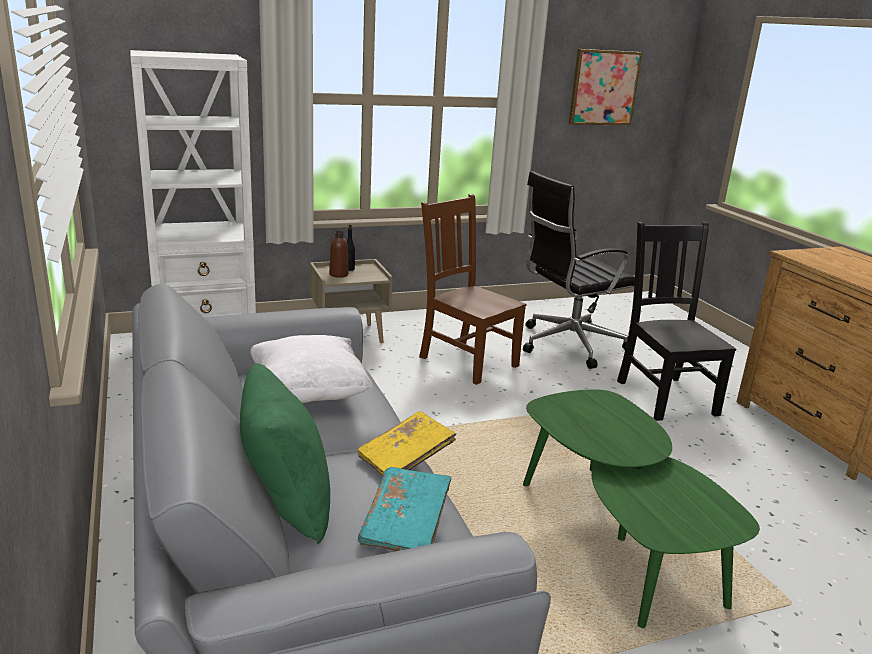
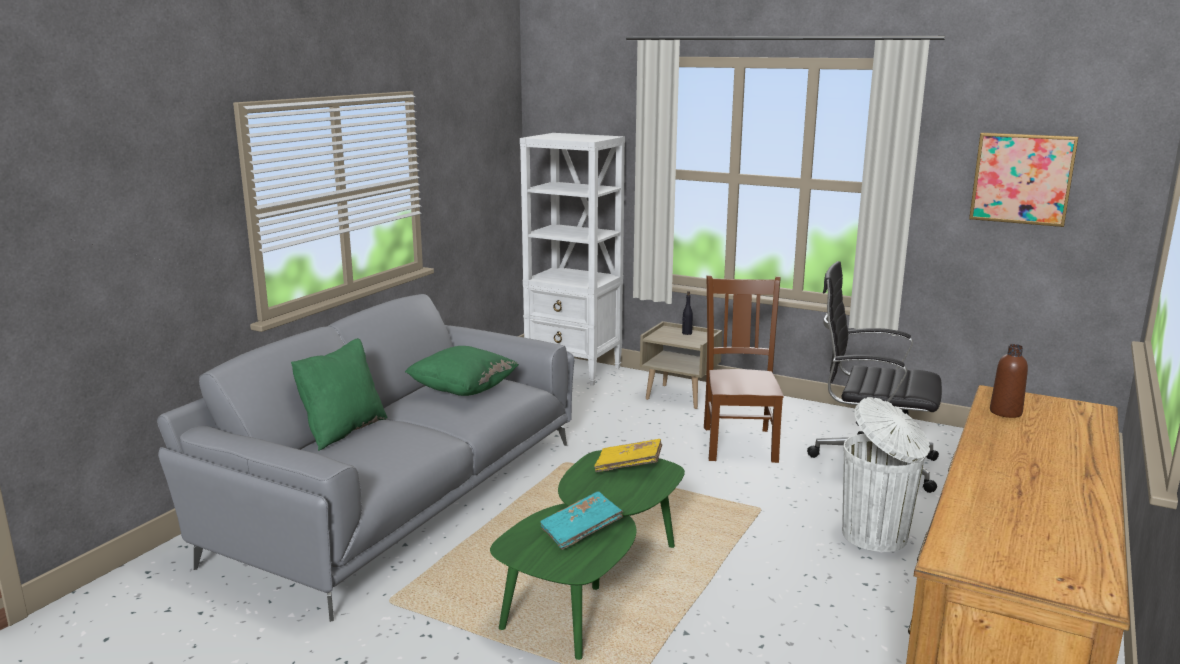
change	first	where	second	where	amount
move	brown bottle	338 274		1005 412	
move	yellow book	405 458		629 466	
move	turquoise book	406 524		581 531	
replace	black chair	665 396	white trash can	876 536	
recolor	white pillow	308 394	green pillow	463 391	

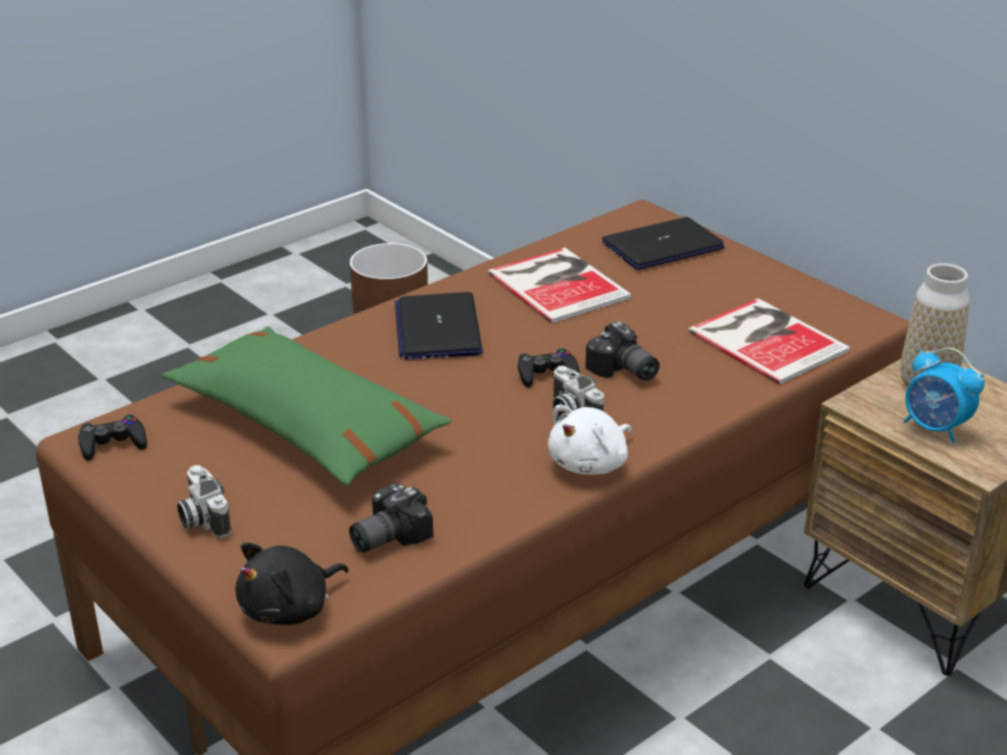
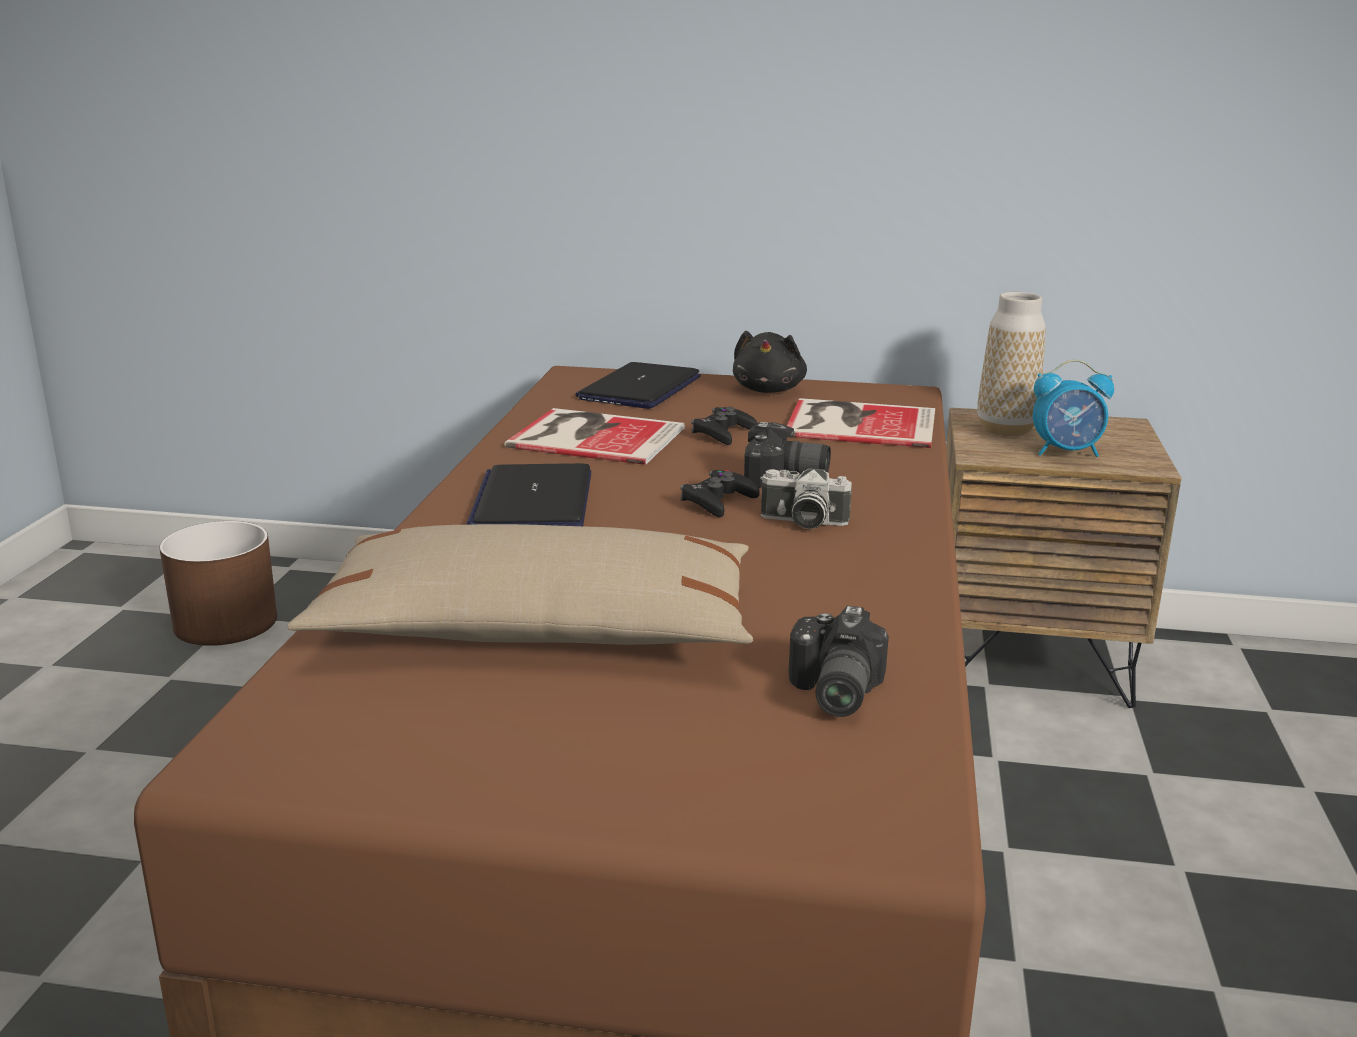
change	first	where	second	where	amount
delete	photo camera	202 518			
delete	white plush toy	591 464			
move	black game controller	113 443		723 433	
move	black plush toy	290 608		768 390	
recolor	green pillow	306 425	beige pillow	537 630	
rotate	laptop	438 328		533 501	45 degrees clockwise

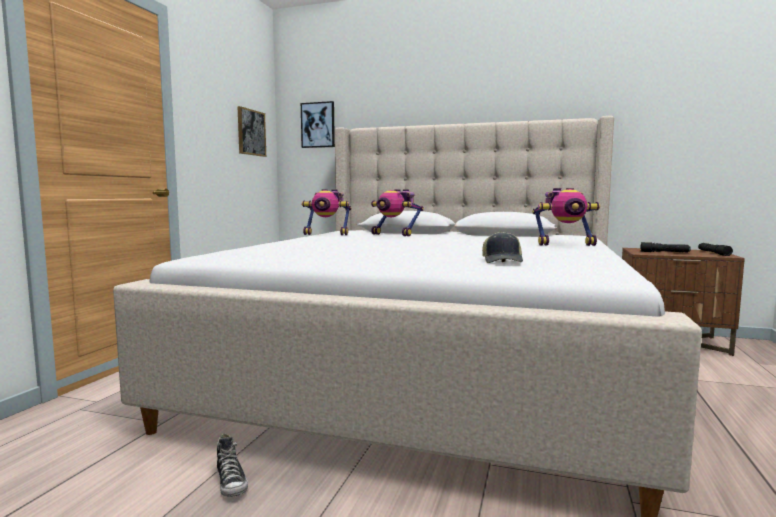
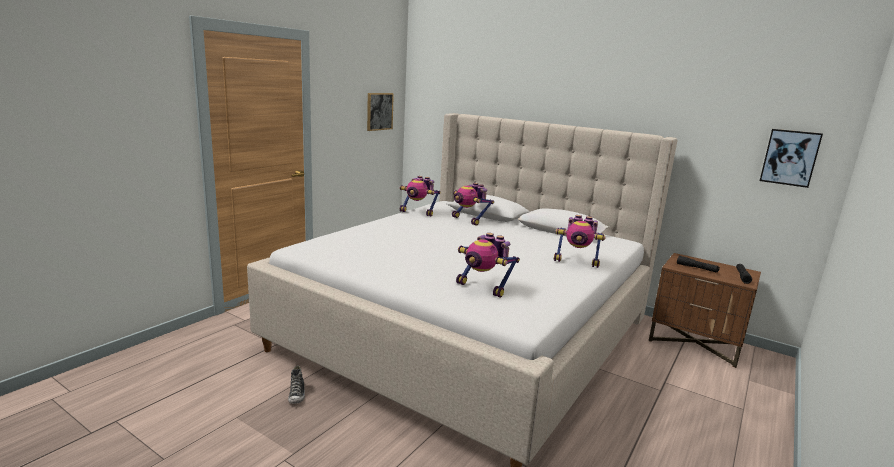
change	first	where	second	where	amount
move	picture	318 125		790 157	
replace	cap	503 261	toy robot	483 288	

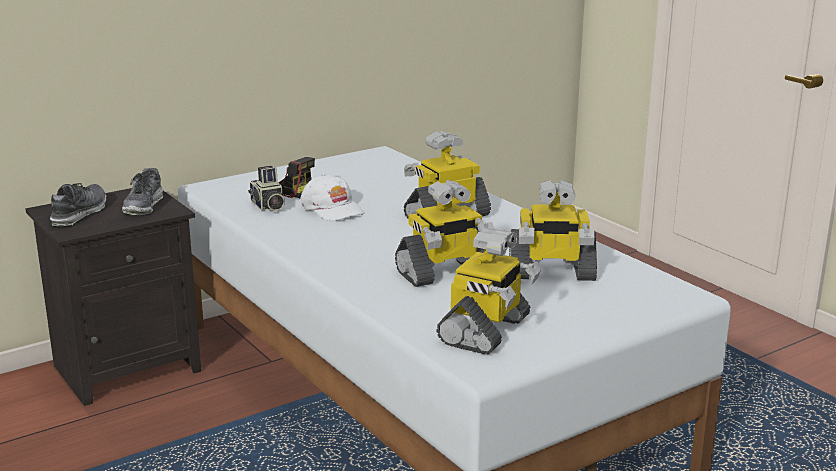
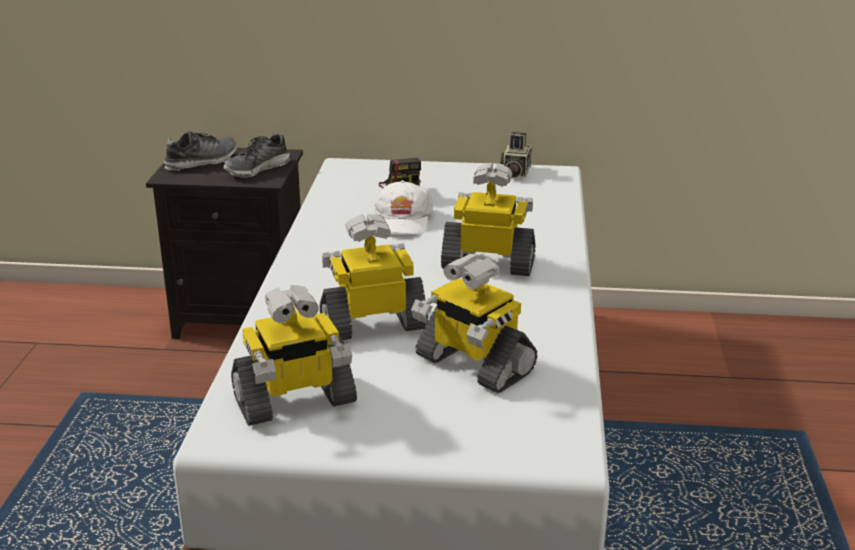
change	first	where	second	where	amount
move	photo camera	267 206		515 172	
rotate	toy robot	444 273		373 324	150 degrees clockwise

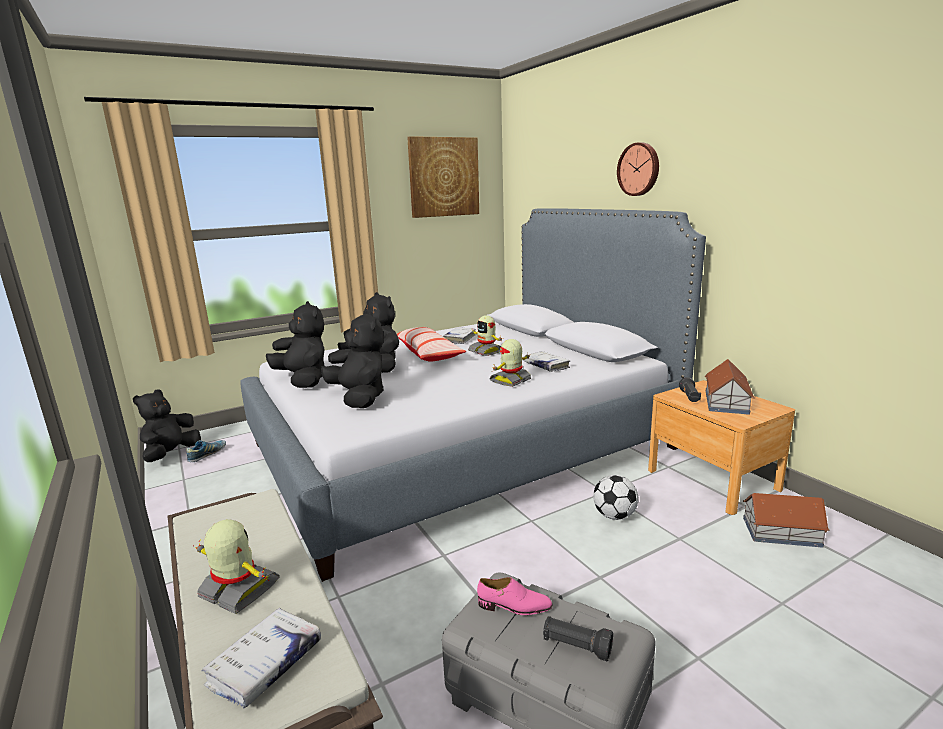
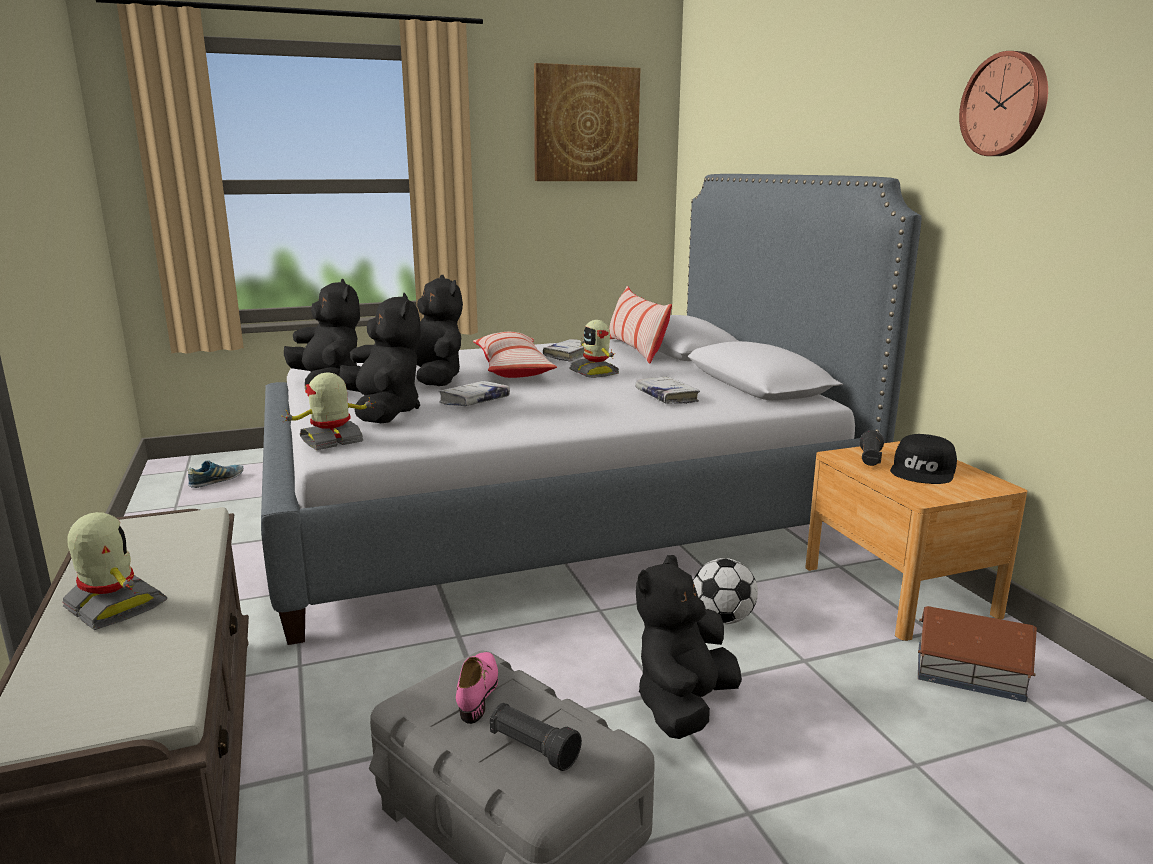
change	first	where	second	where	amount
insert			pillow	636 350	
move	black plush toy	171 454		684 706	
move	white book	265 664		474 401	
move	toy robot	511 380		332 441	
move	wall clock	639 169		1006 104	
replace	toy house	726 402	black cap	924 471	
rotate	pink shoe	514 606		479 691	105 degrees counterclockwise

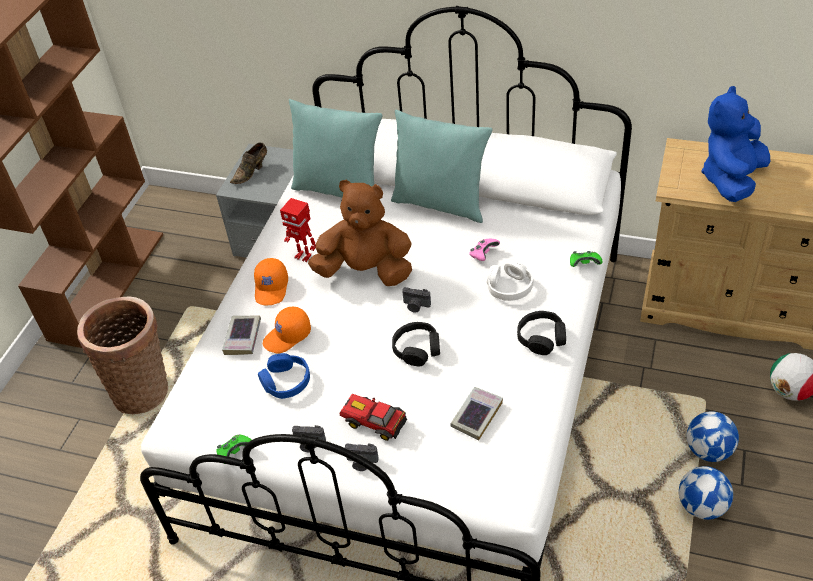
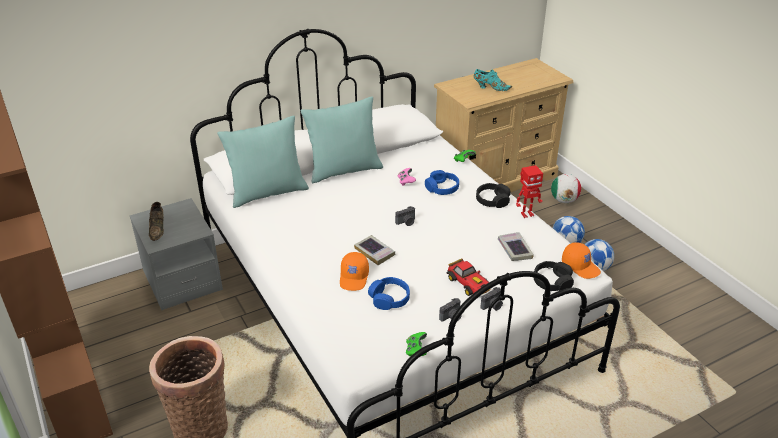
change	first	where	second	where	amount
delete	brown plush toy	366 271			
move	book	243 337		374 252	
move	orange cap	272 288		581 266	
move	toy robot	303 256		526 214	
move	black headphones	417 349		552 282	
replace	blue plush toy	731 179	turquoise shoe	490 88	
recolor	white headphones	509 287	blue headphones	442 188	
rotate	toy car	373 421		469 285	105 degrees counterclockwise

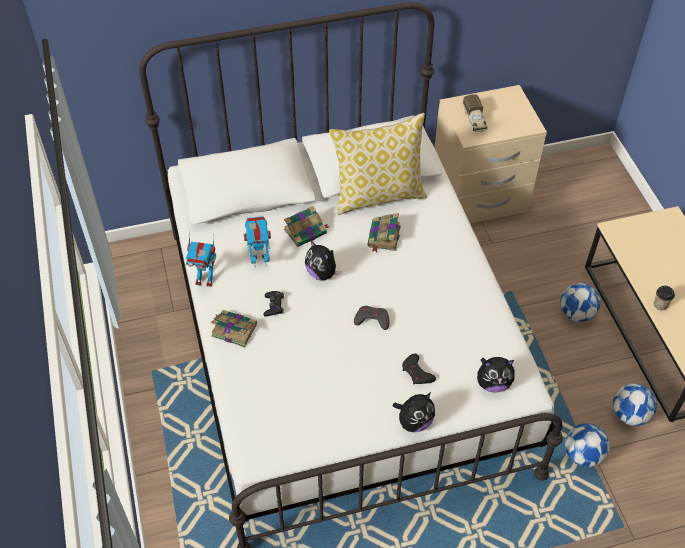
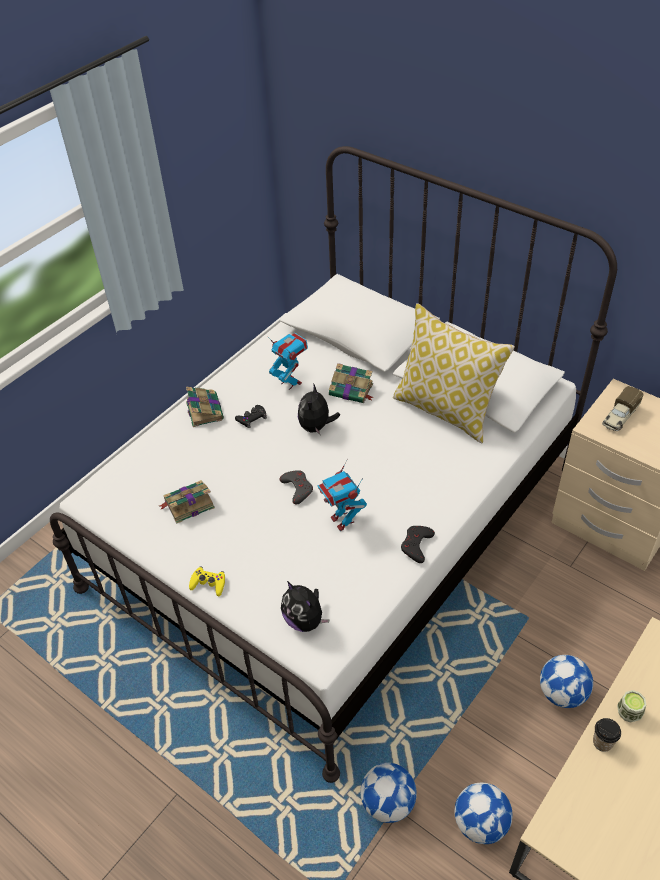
change	first	where	second	where	amount
insert			cup	628 713	
move	toy robot	205 280		342 521	
move	book	384 237		188 504	
move	black game controller	417 372		416 545	
replace	plush toy	414 422	yellow game controller	208 583	

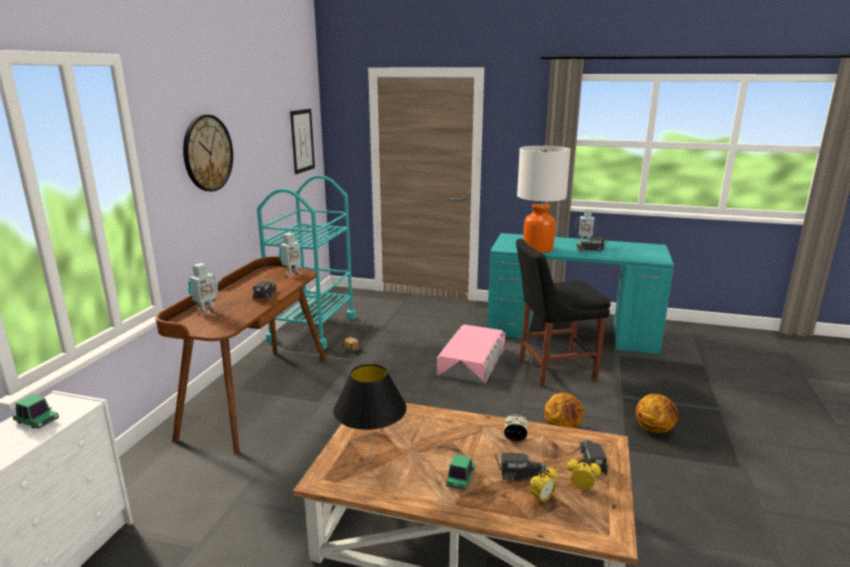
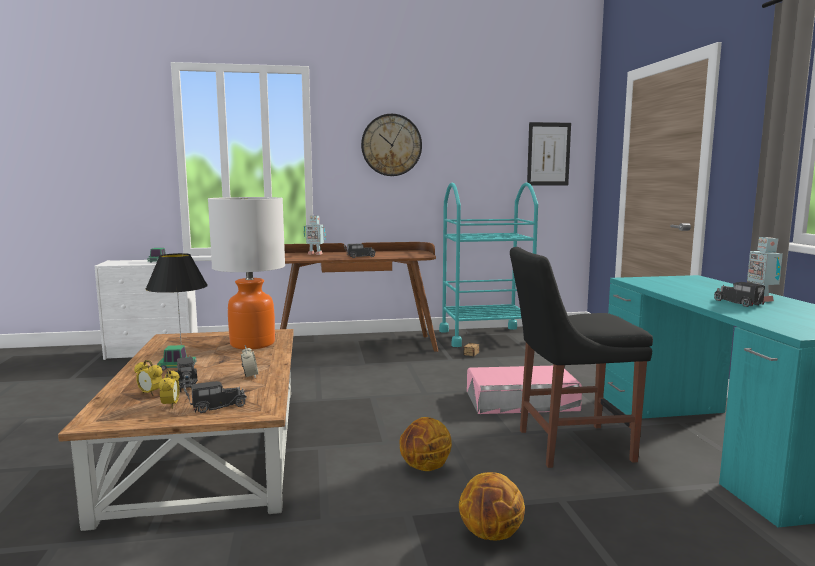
change	first	where	second	where	amount
delete	toy robot	292 274			
move	table lamp	537 249		252 344	
rotate	black chair	552 370		568 445	60 degrees counterclockwise

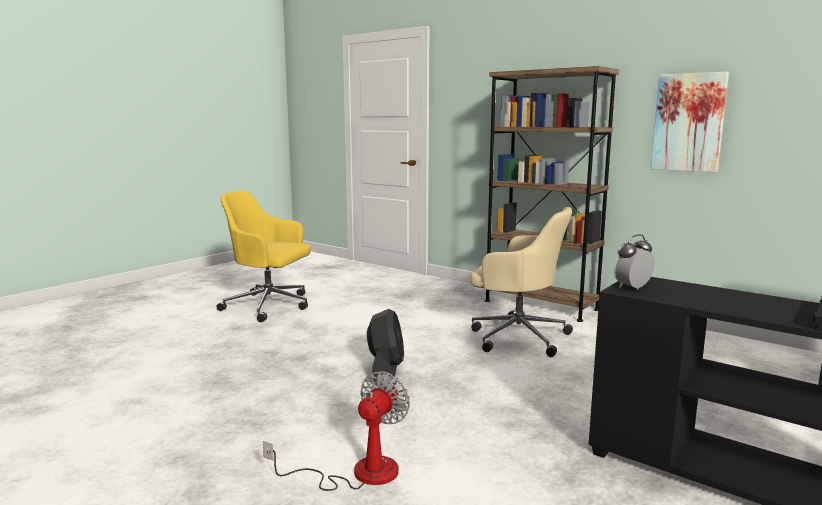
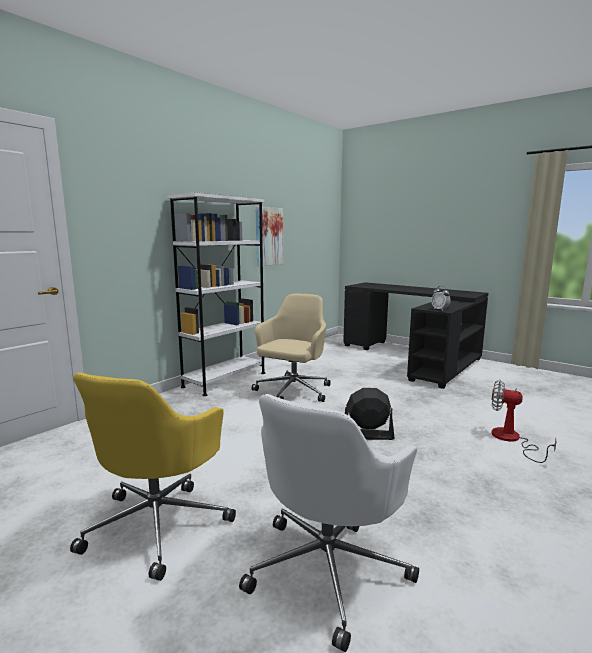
change	first	where	second	where	amount
insert			white office chair	328 568	
recolor	brown bookcase	540 305	white bookcase	225 380	

